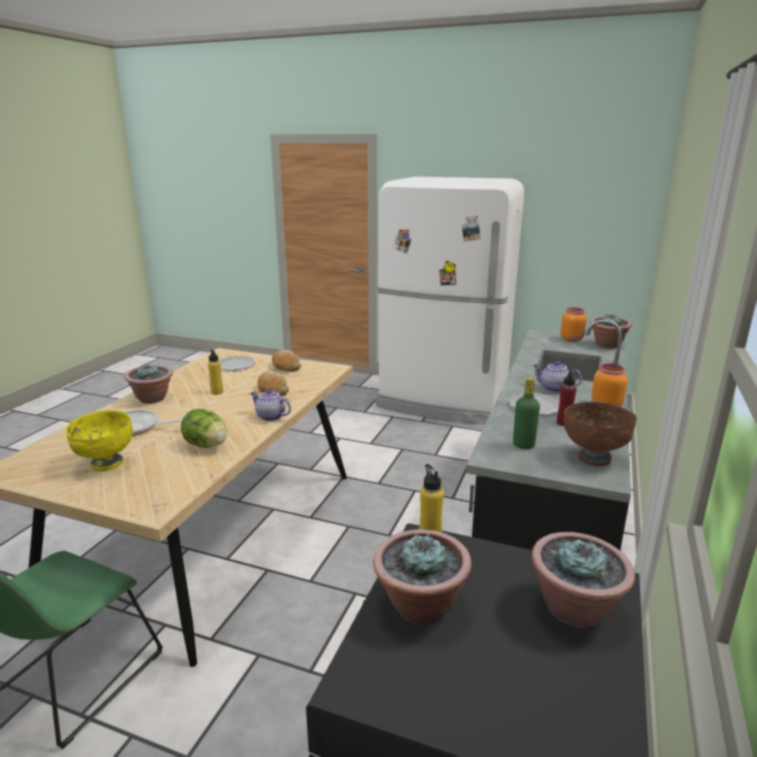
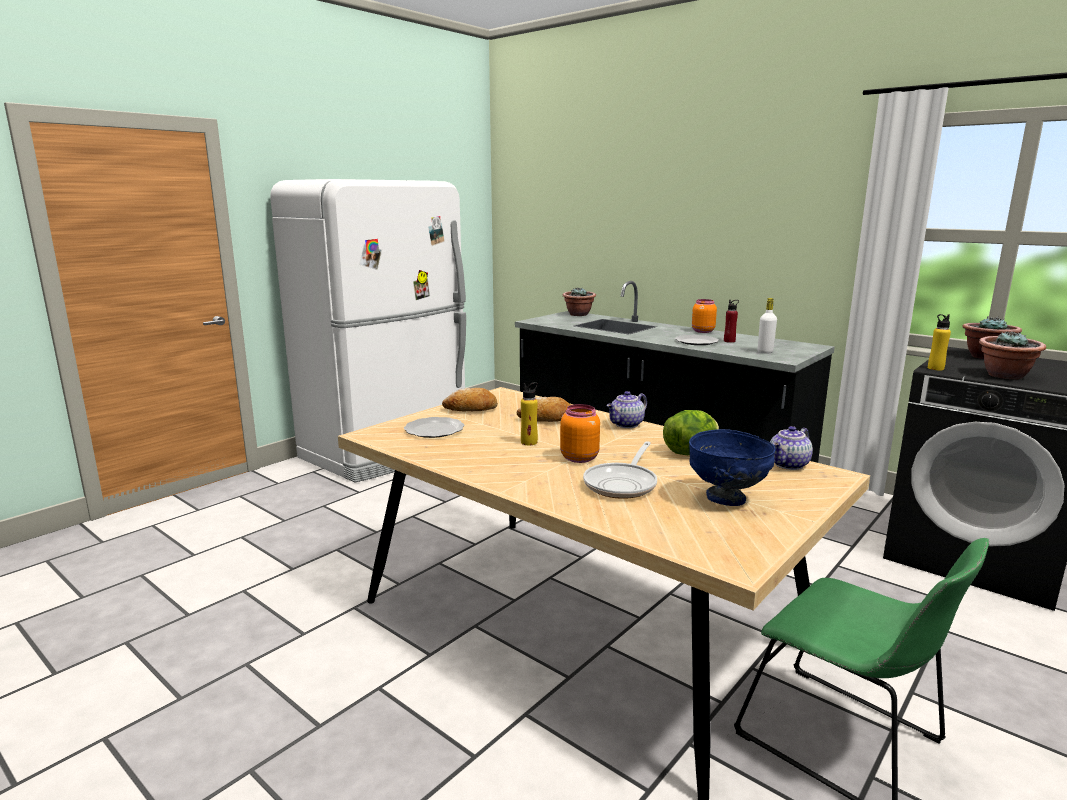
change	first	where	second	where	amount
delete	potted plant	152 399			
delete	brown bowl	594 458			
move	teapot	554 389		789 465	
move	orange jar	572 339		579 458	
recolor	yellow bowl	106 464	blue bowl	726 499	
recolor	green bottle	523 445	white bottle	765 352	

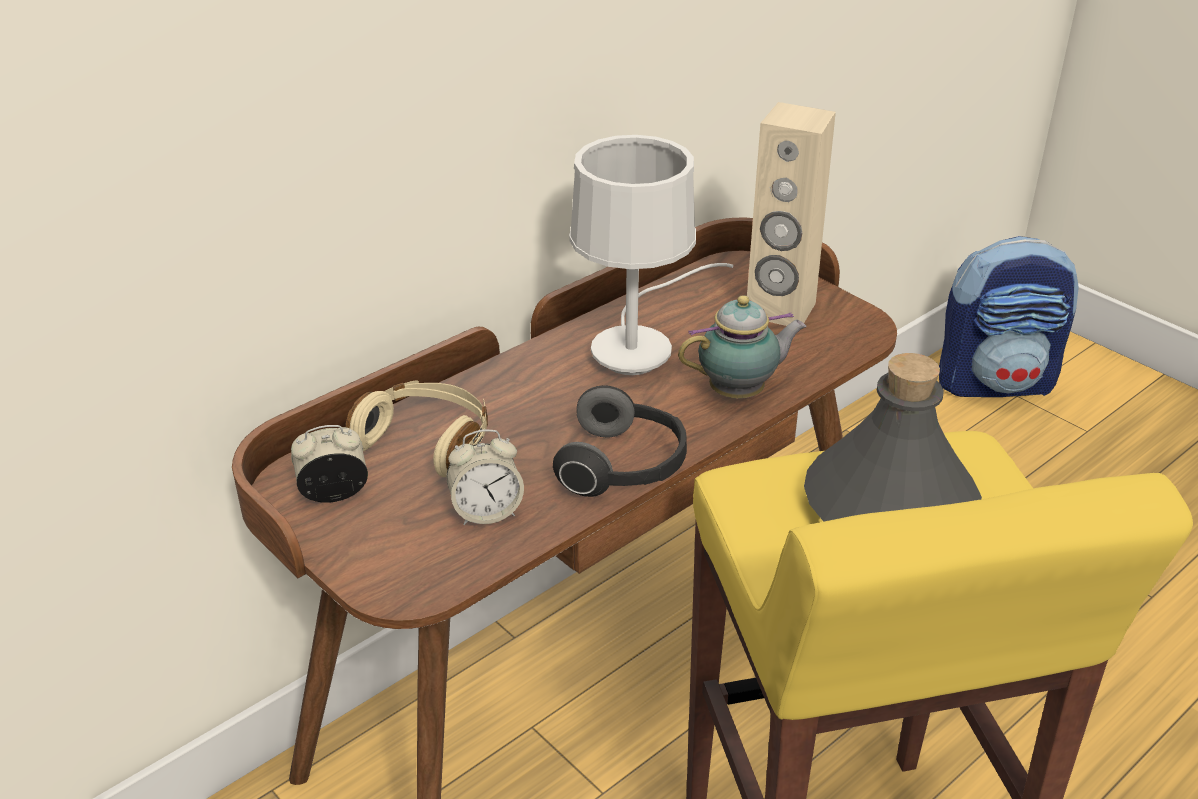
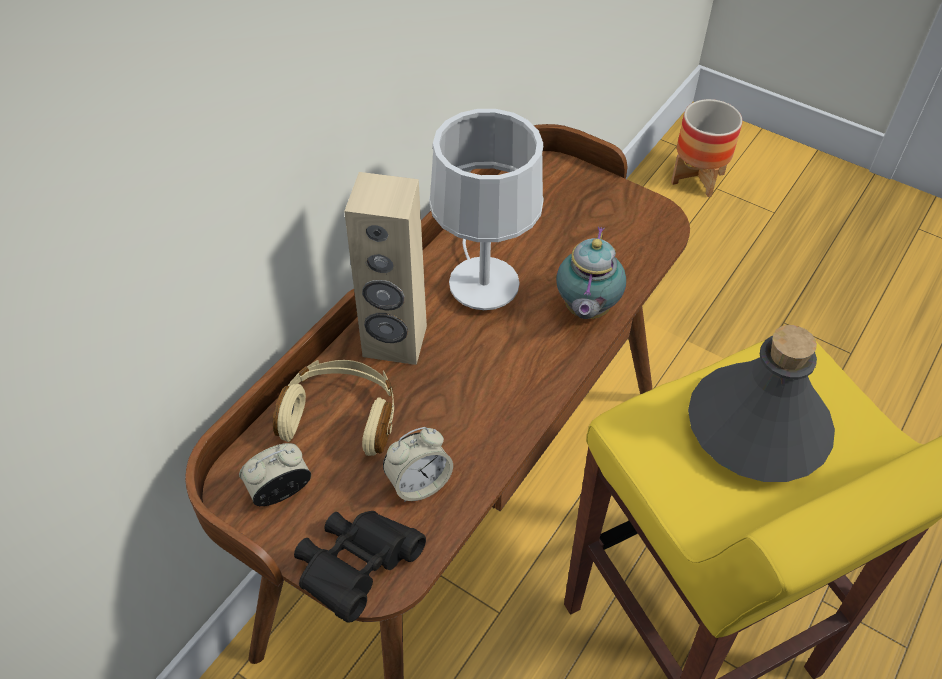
change	first	where	second	where	amount
delete	headphones	624 467			
insert			black binoculars	357 568	
move	beige speaker	780 310		394 342	
replace	backpack	995 382	planter	697 178	
rotate	teapot	740 393		585 311	135 degrees clockwise

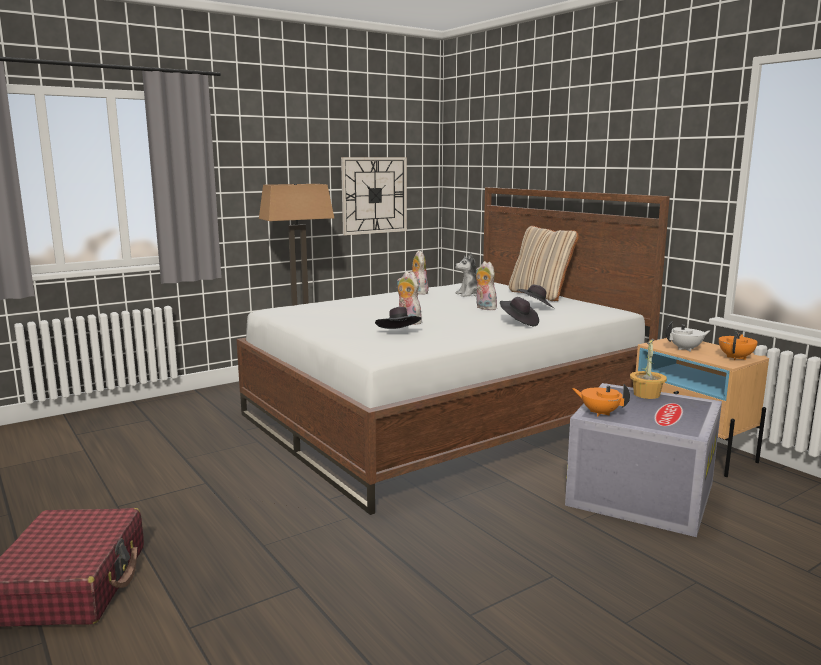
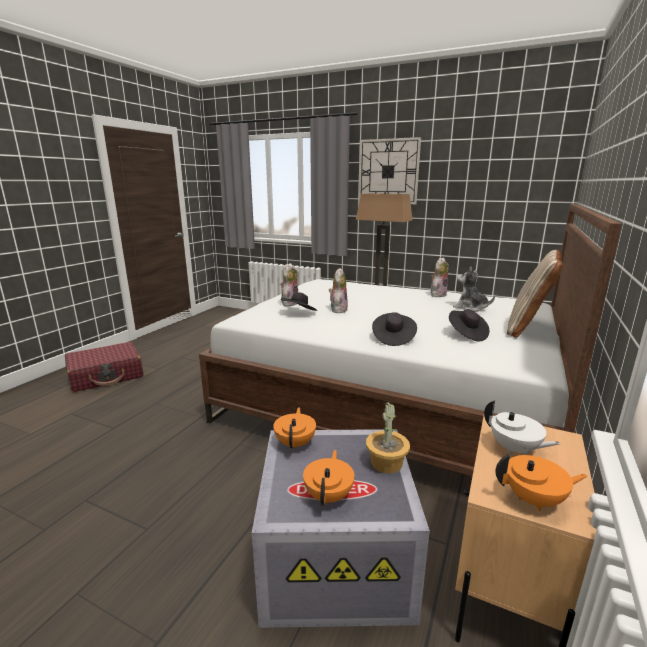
change	first	where	second	where	amount
insert			orange teapot	329 495	
move	wall clock	374 195		388 172	
move	plush toy	484 308		289 303	

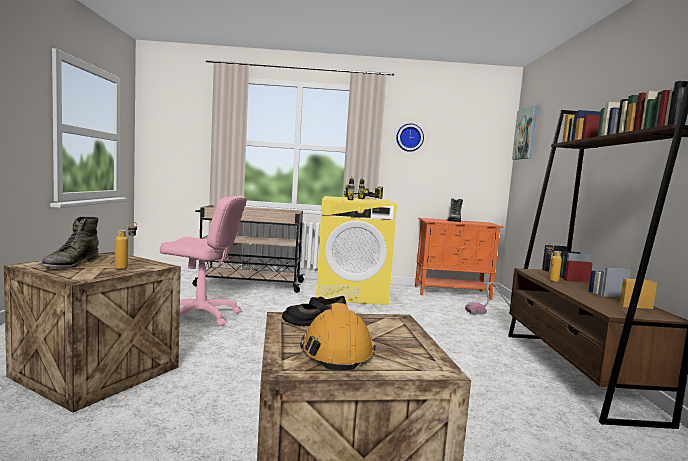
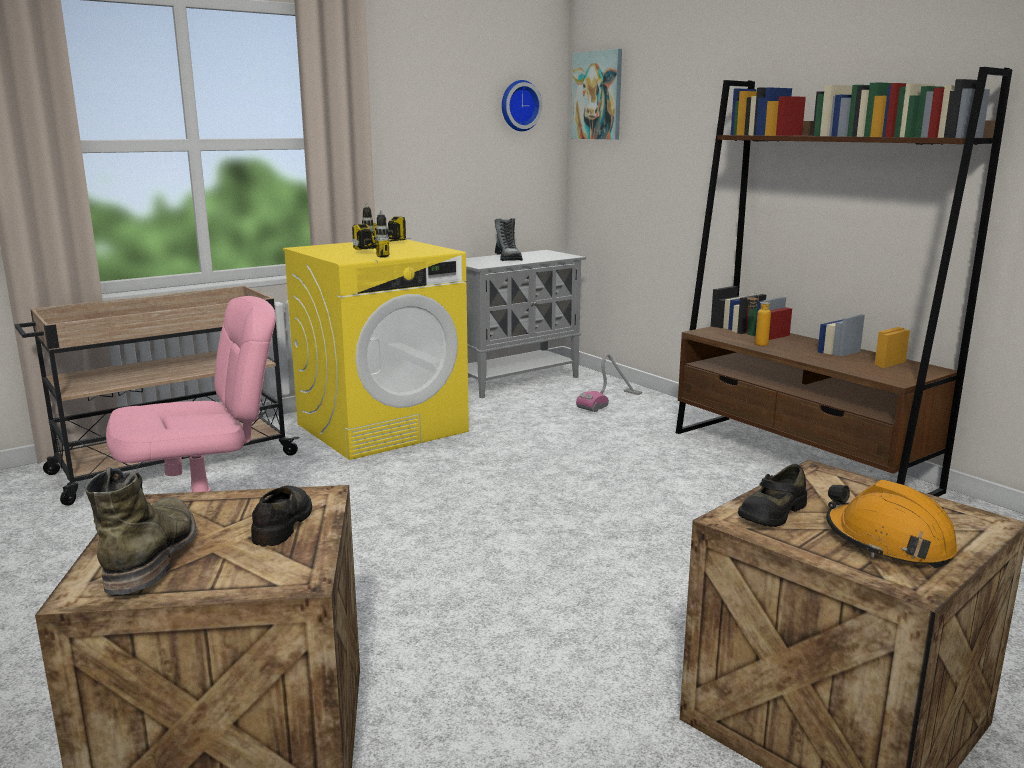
change	first	where	second	where	amount
move	wall clock	409 137		519 105	
replace	bottle	126 268	black shoe	283 523	
recolor	orange cabinet	452 293	grey cabinet	515 380	
rotate	green boot	70 263		153 555	150 degrees counterclockwise

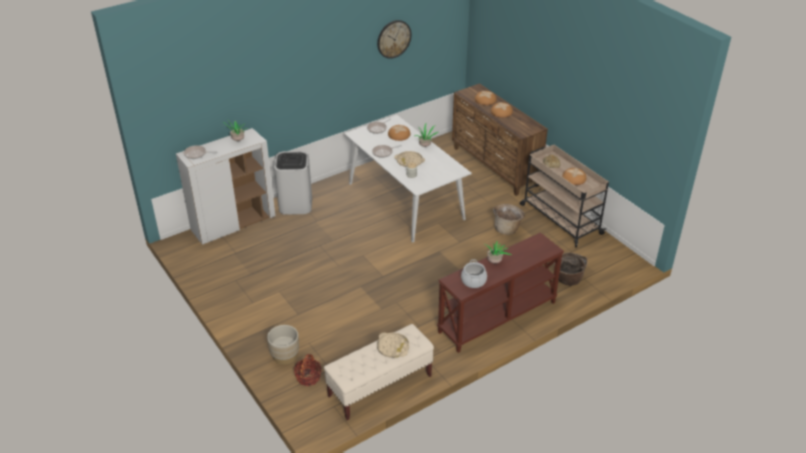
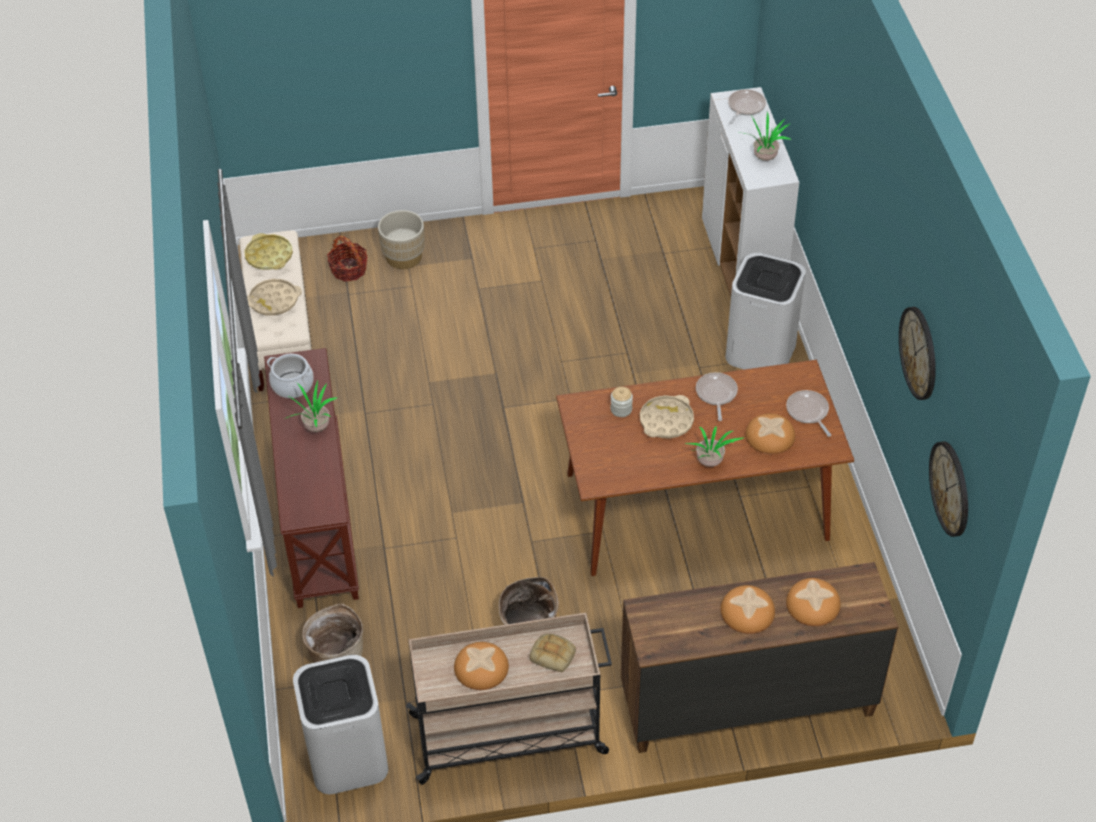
change	first	where	second	where	amount
insert			yellow tray	269 256	
insert			white trash can	347 758	
insert			wall clock	950 488	
recolor	white dining table	406 201	brown dining table	695 507	

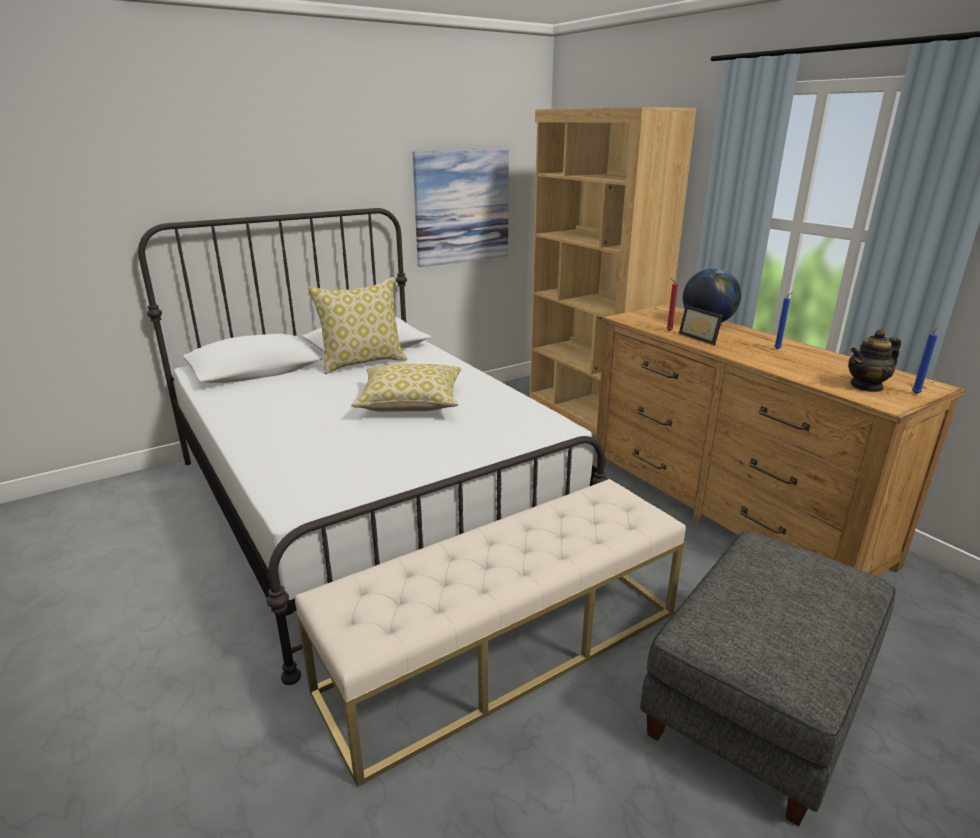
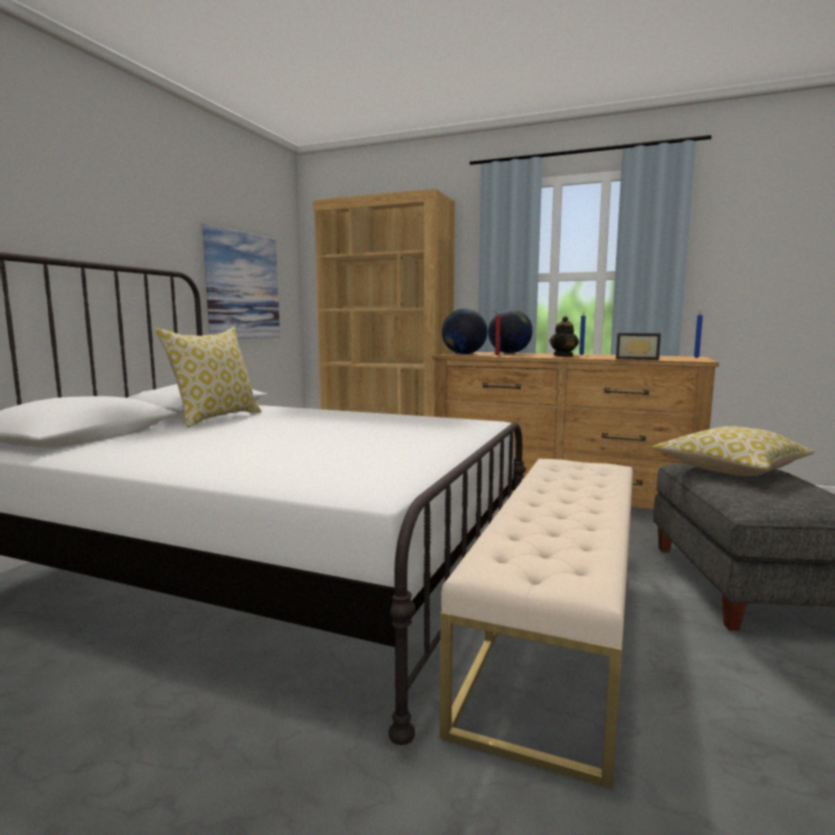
change	first	where	second	where	amount
insert			globe	463 354	
move	pillow	411 403		730 469	
move	picture frame	701 338		637 359	
move	teapot	866 386		563 356	

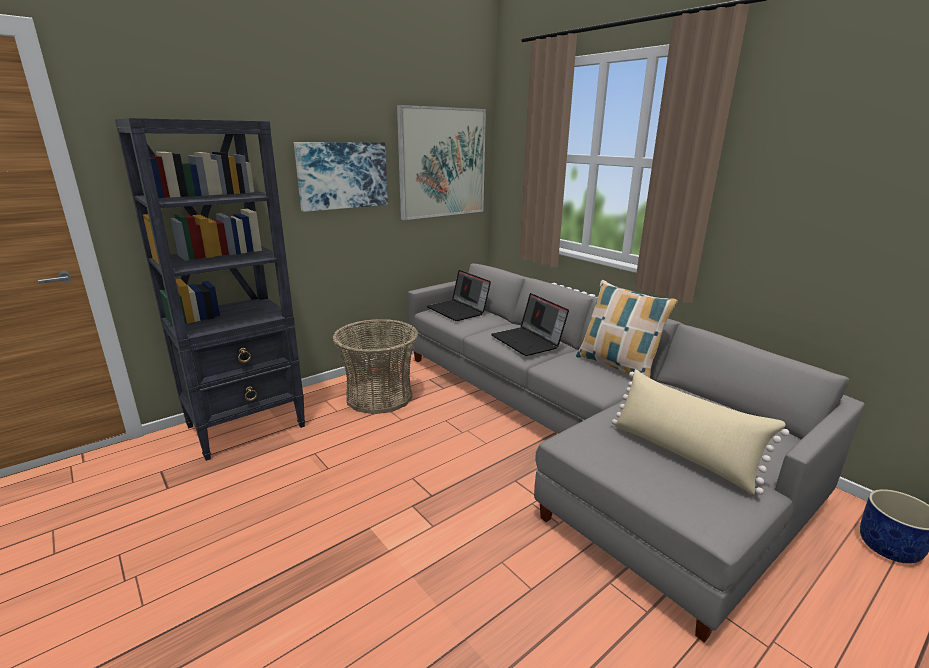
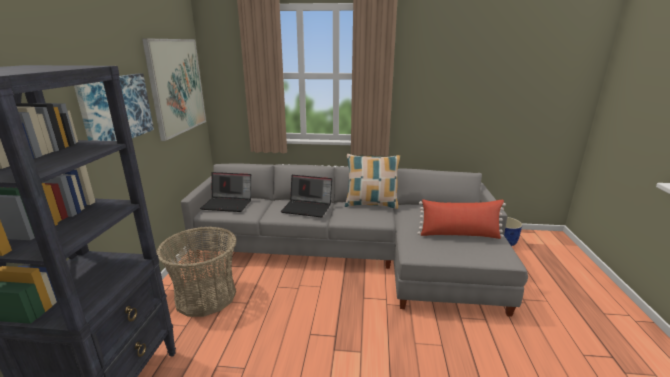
change	first	where	second	where	amount
recolor	beige pillow	682 454	red pillow	459 235	

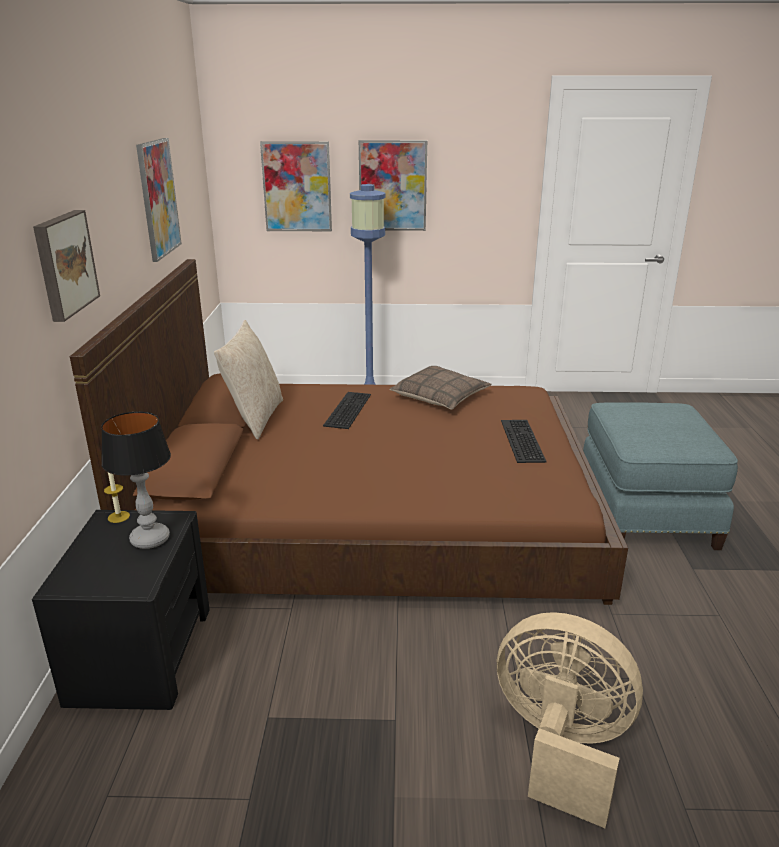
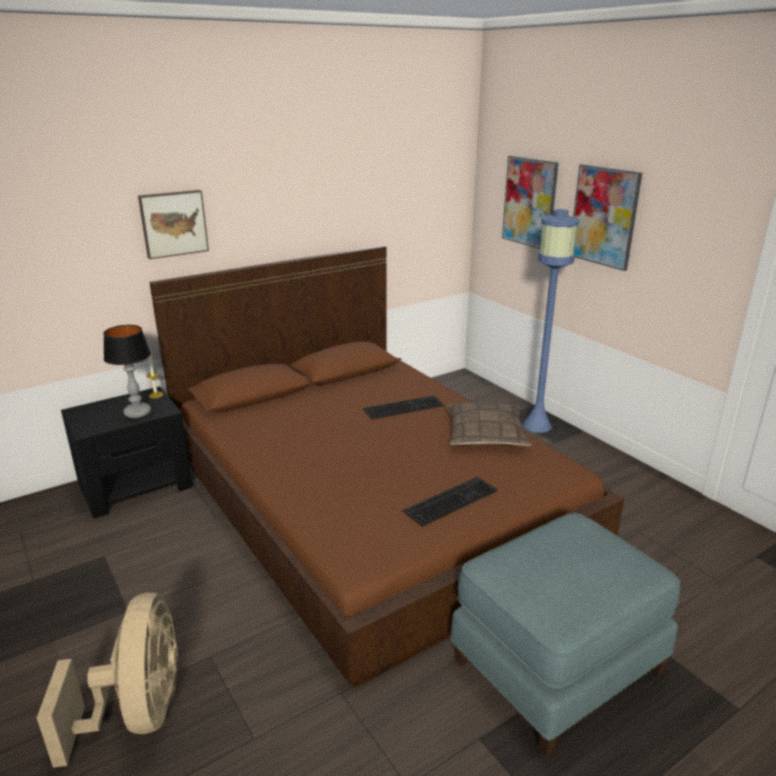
change	first	where	second	where	amount
delete	picture	158 198			
delete	beige pillow	254 418			

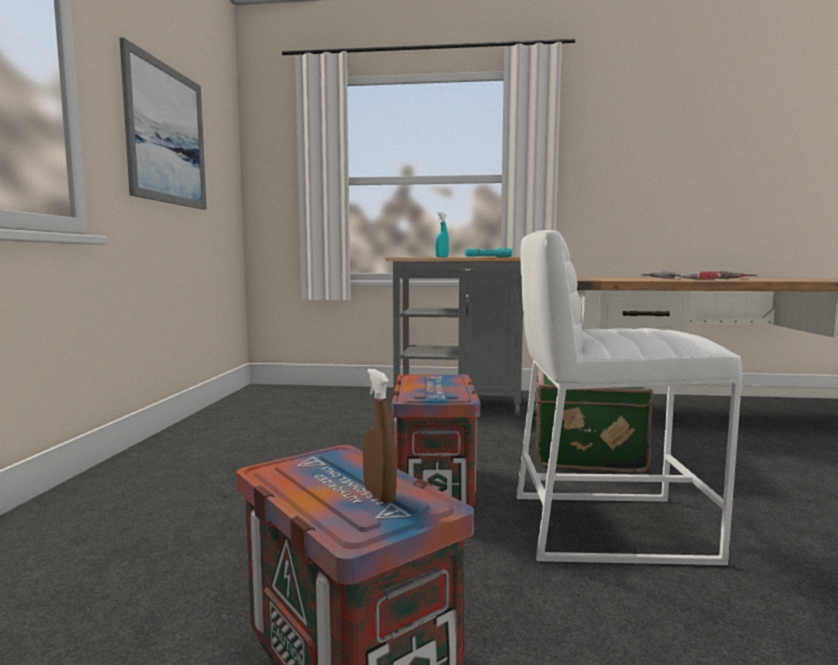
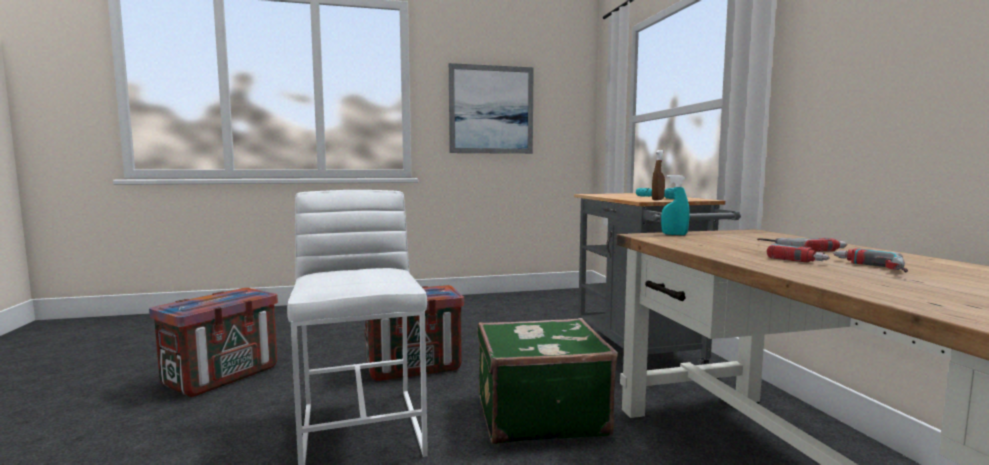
change	first	where	second	where	amount
move	brown spray bottle	379 495		657 199	
move	turquoise spray bottle	441 257		674 234	

